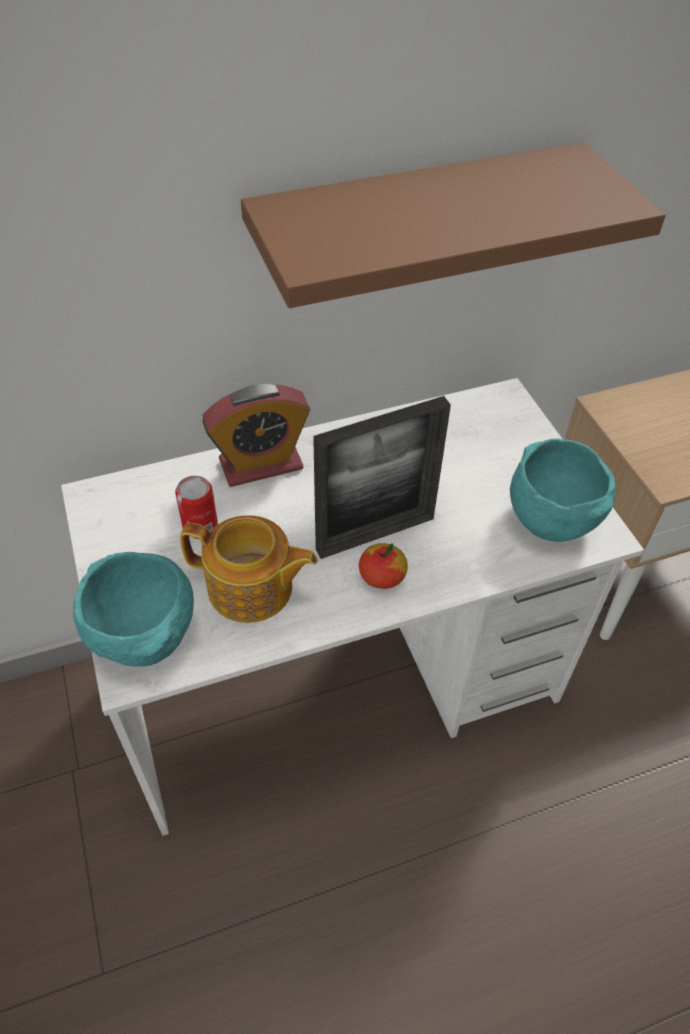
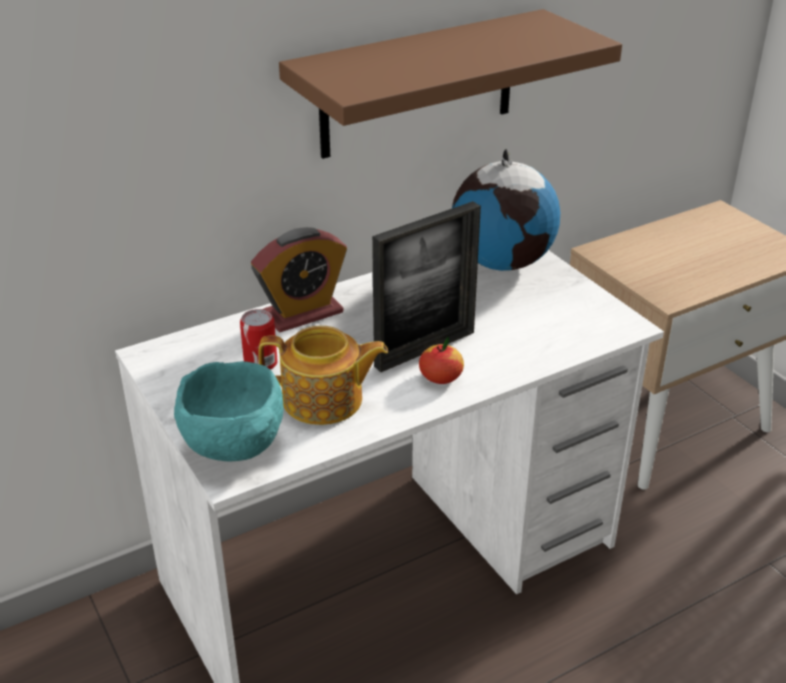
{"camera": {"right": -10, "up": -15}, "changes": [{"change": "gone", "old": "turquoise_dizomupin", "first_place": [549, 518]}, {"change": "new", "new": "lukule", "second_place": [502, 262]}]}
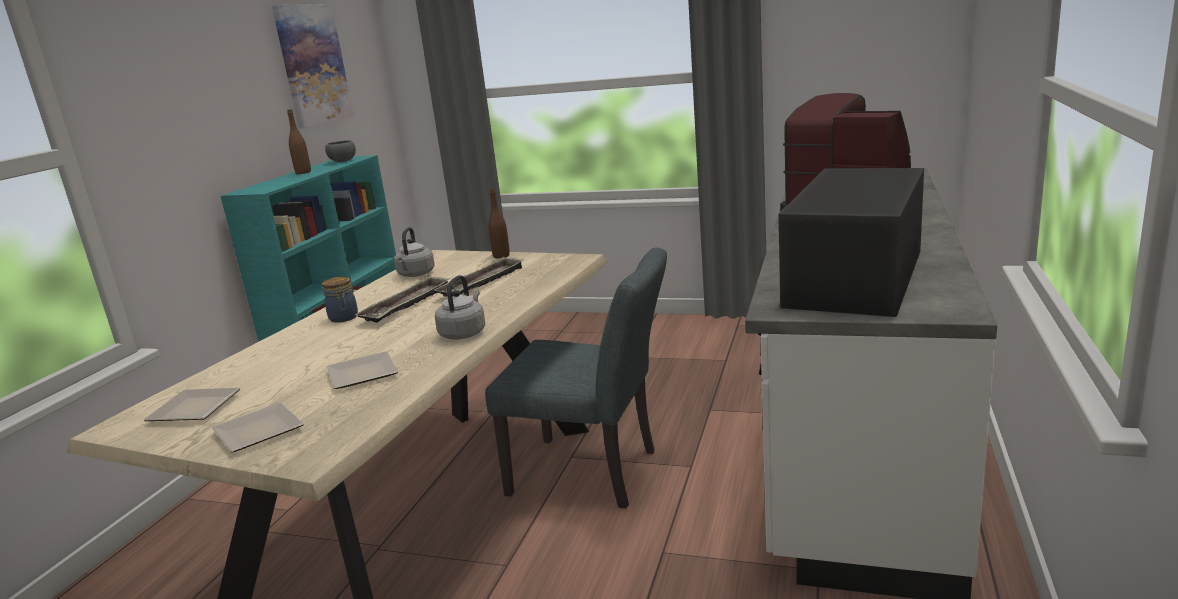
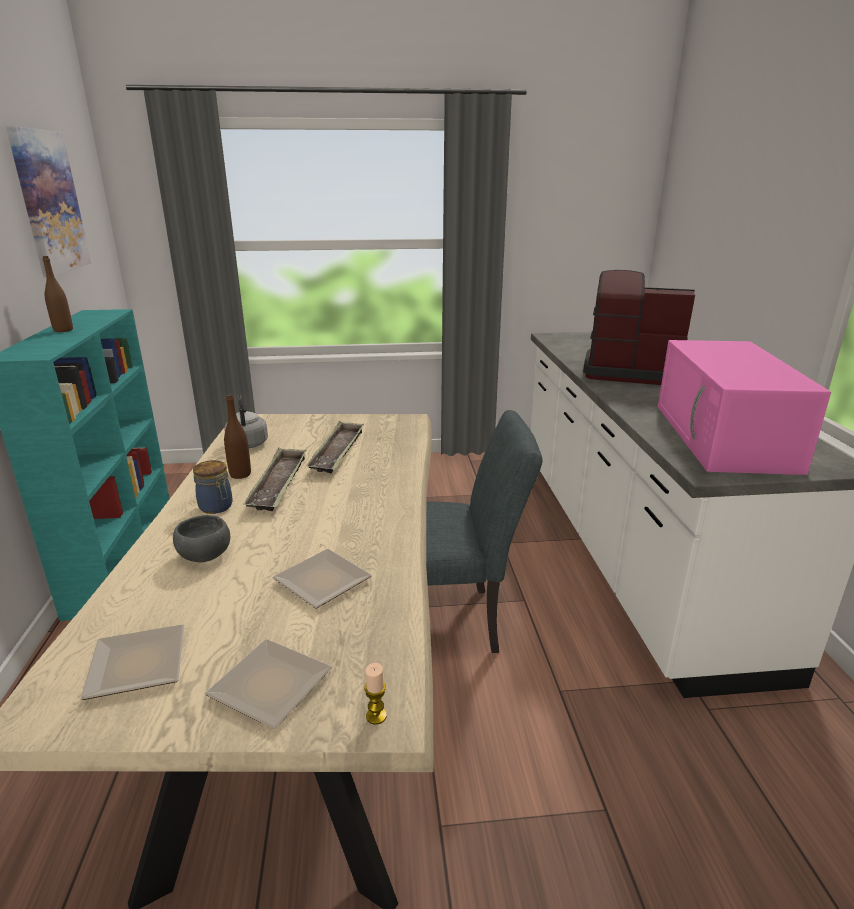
{"camera": {"right": -25, "up": 5}, "changes": [{"change": "gone", "old": "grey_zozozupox", "first_place": [464, 333]}, {"change": "new", "new": "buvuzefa", "second_place": [376, 716]}, {"change": "shifted", "old": "grey_dizomupin", "first_place": [342, 161], "second_place": [205, 557]}, {"change": "shifted", "old": "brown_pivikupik", "first_place": [501, 256], "second_place": [240, 474]}, {"change": "repainted", "old": "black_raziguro", "new": "pink_raziguro", "first_place": [855, 278], "second_place": [725, 437]}]}
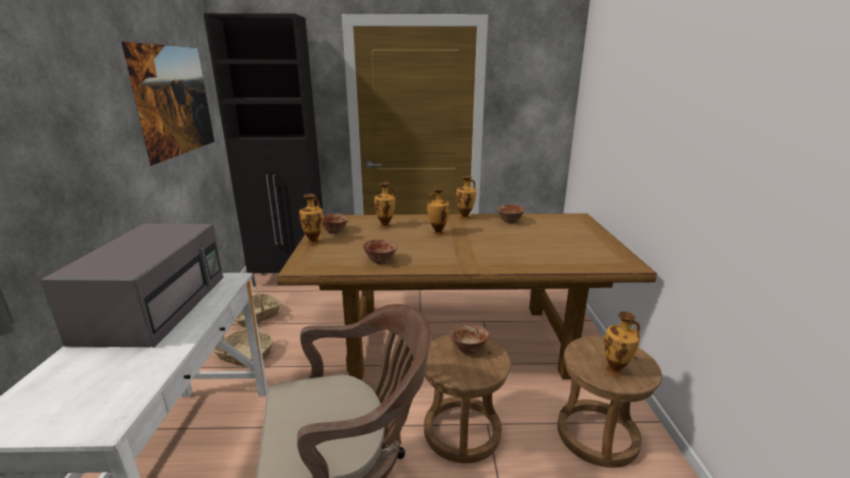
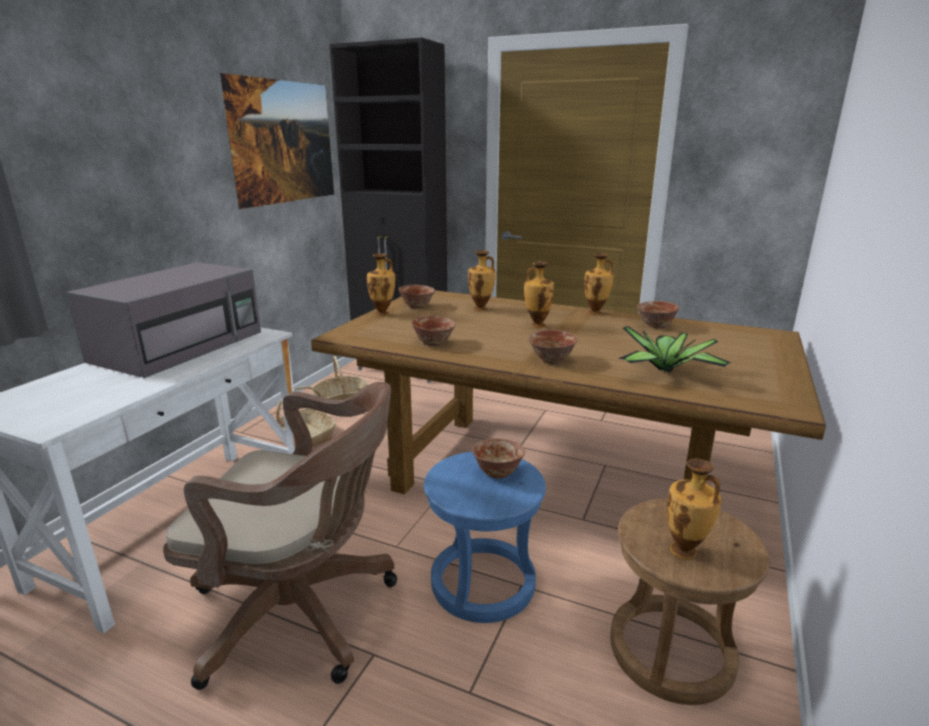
{"camera": {"right": 25, "up": 0}, "changes": [{"change": "new", "new": "dizomupin", "second_place": [552, 360]}, {"change": "new", "new": "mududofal", "second_place": [667, 371]}, {"change": "repainted", "old": "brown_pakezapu", "new": "blue_pakezapu", "first_place": [462, 432], "second_place": [482, 583]}]}
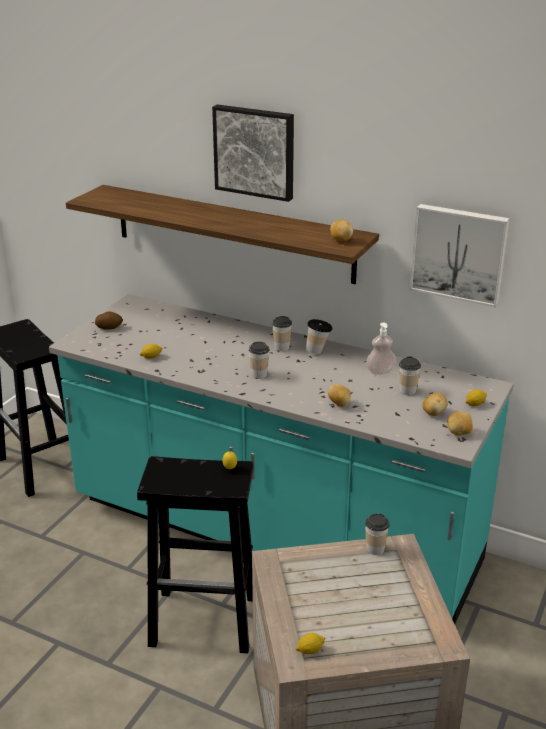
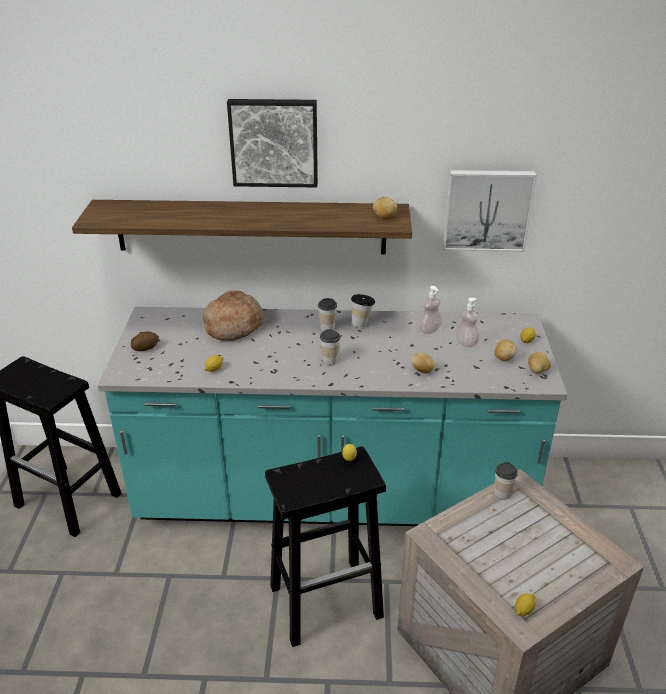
{"camera": {"right": -25, "up": 5}, "changes": [{"change": "new", "new": "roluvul", "second_place": [233, 326]}, {"change": "swapped", "old": "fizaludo", "new": "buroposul", "first_place": [407, 391], "second_place": [466, 342]}]}
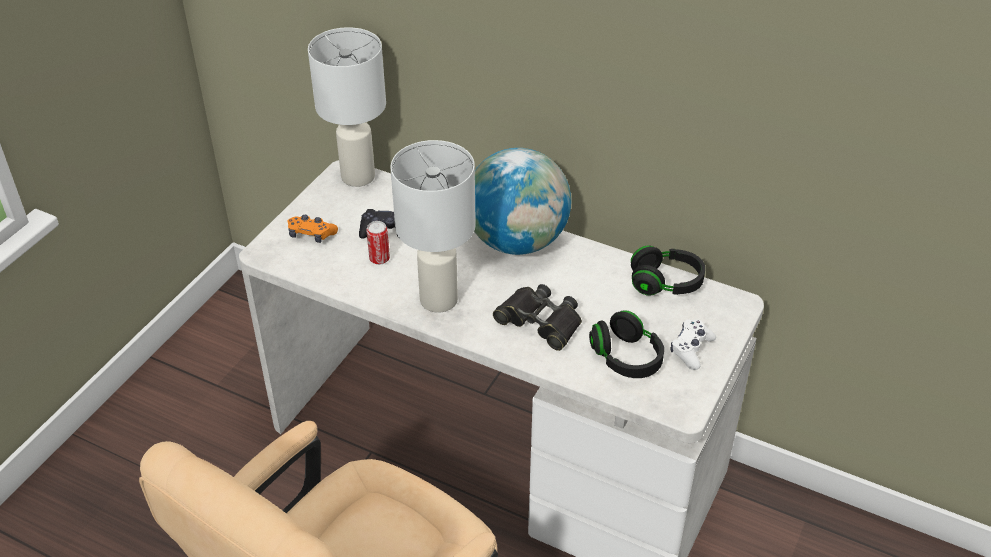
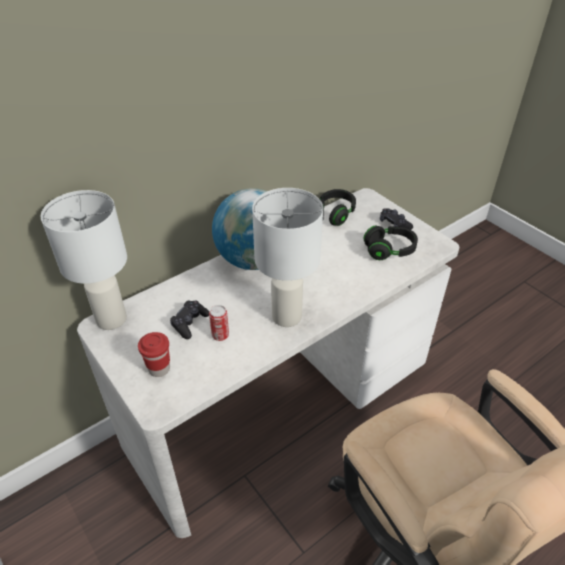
{"camera": {"right": -65, "up": 0}, "changes": [{"change": "gone", "old": "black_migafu", "first_place": [540, 321]}, {"change": "swapped", "old": "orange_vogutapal", "new": "red_fizaludo", "first_place": [311, 234], "second_place": [159, 369]}, {"change": "repainted", "old": "white_vogutapal", "new": "black_vogutapal", "first_place": [691, 349], "second_place": [394, 224]}]}
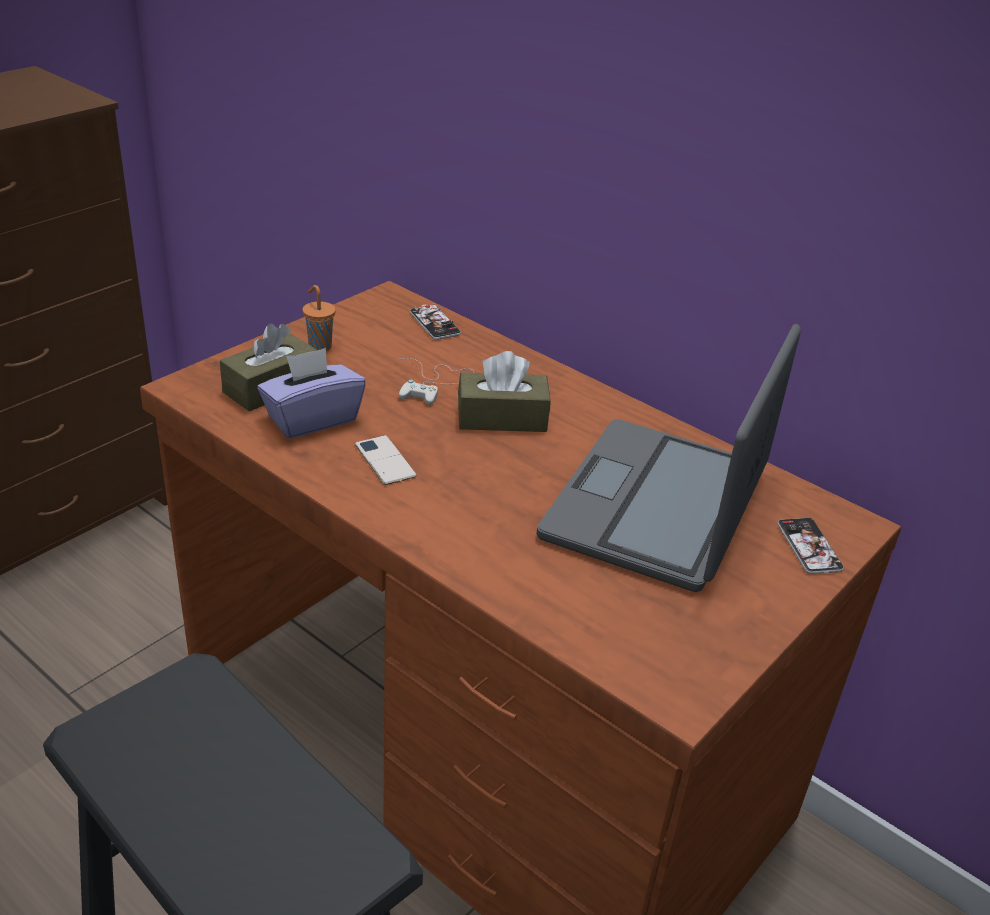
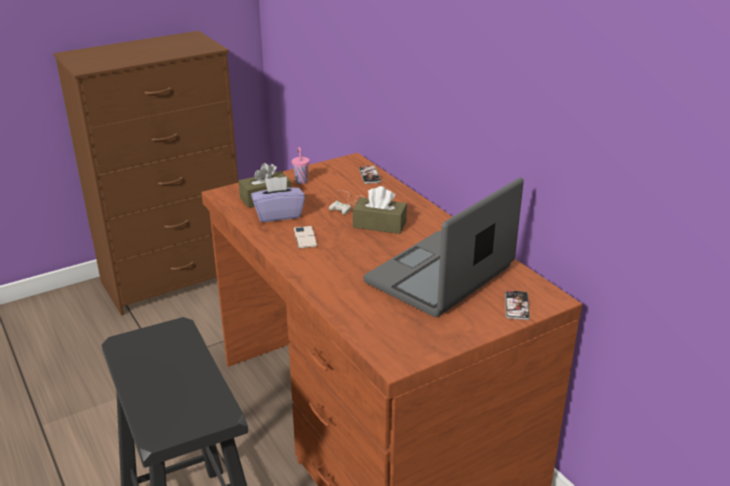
{"camera": {"right": 20, "up": -5}, "changes": [{"change": "repainted", "old": "orange_fizaludo", "new": "pink_fizaludo", "first_place": [319, 346], "second_place": [301, 181]}]}
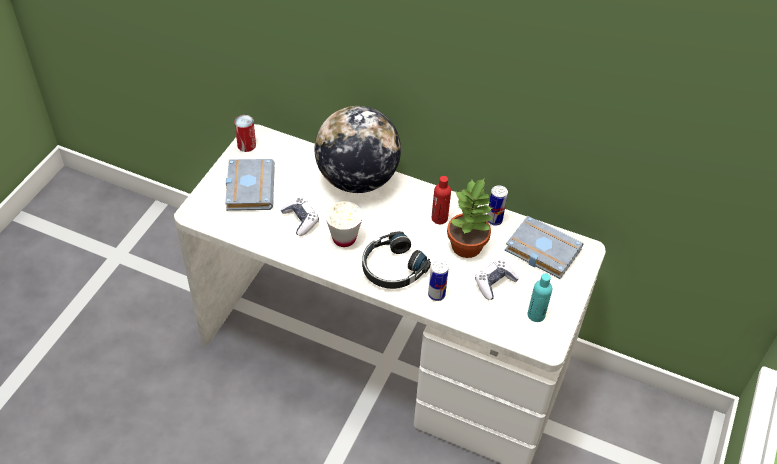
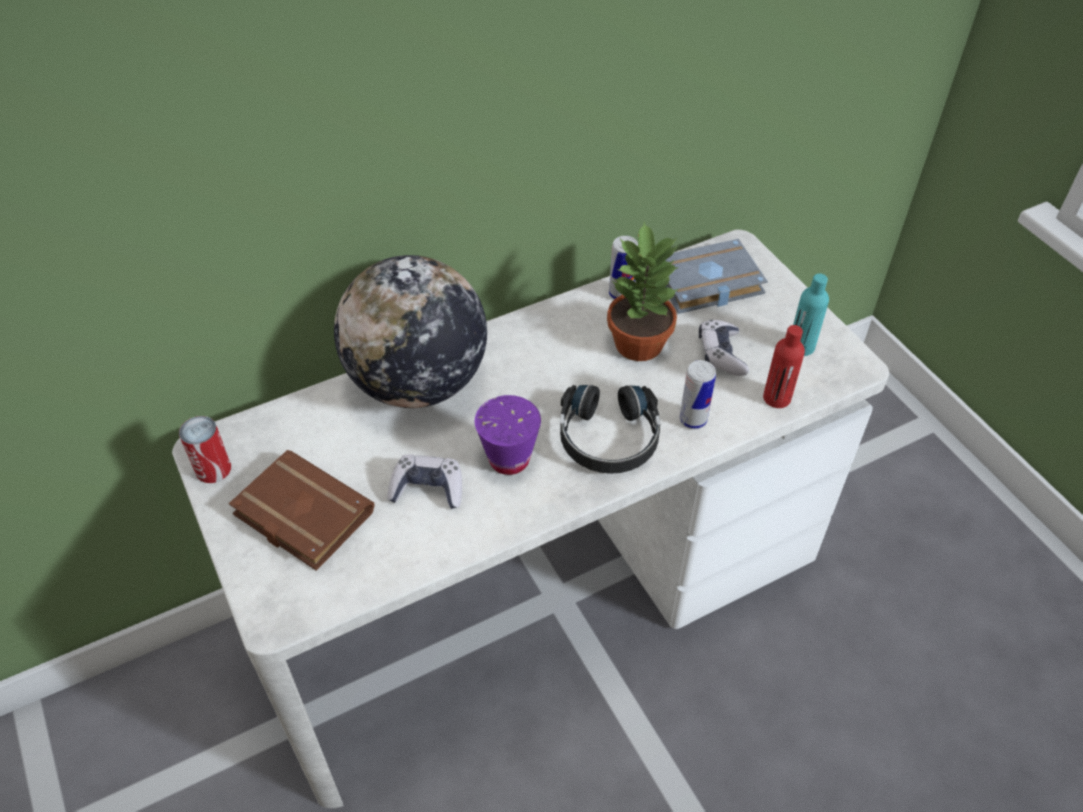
{"camera": {"right": -50, "up": 0}, "changes": [{"change": "shifted", "old": "red_pivikupik", "first_place": [439, 218], "second_place": [777, 398]}, {"change": "repainted", "old": "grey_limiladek", "new": "brown_limiladek", "first_place": [248, 187], "second_place": [299, 515]}, {"change": "repainted", "old": "white_fizaludo", "new": "purple_fizaludo", "first_place": [344, 238], "second_place": [509, 459]}]}
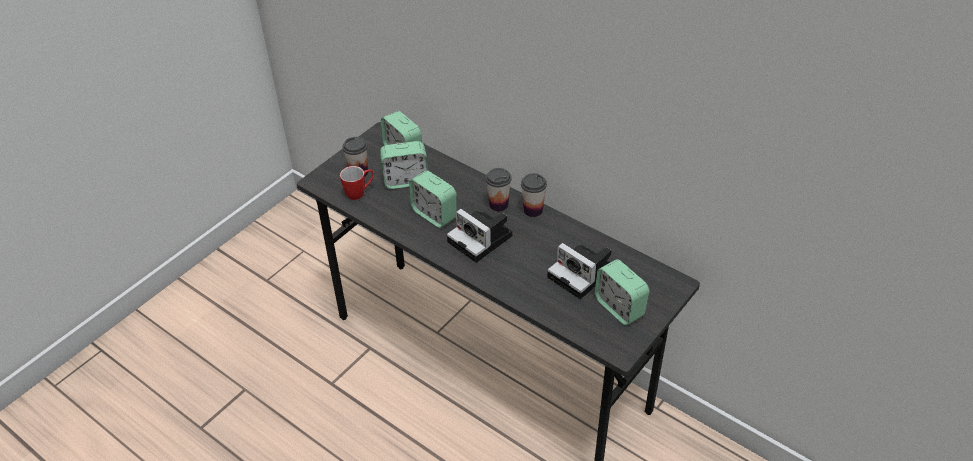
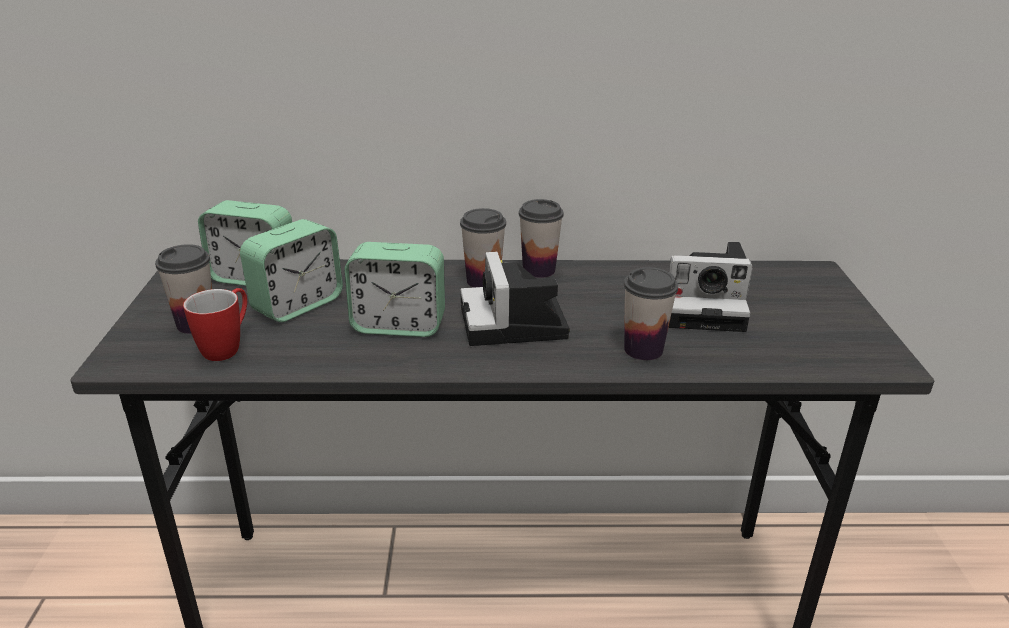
{"camera": {"right": -40, "up": -15}, "changes": [{"change": "gone", "old": "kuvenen", "first_place": [619, 307]}, {"change": "new", "new": "fizaludo", "second_place": [643, 349]}, {"change": "rotated", "old": "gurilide", "first_place": [482, 239], "second_place": [515, 325], "degrees": 75}]}
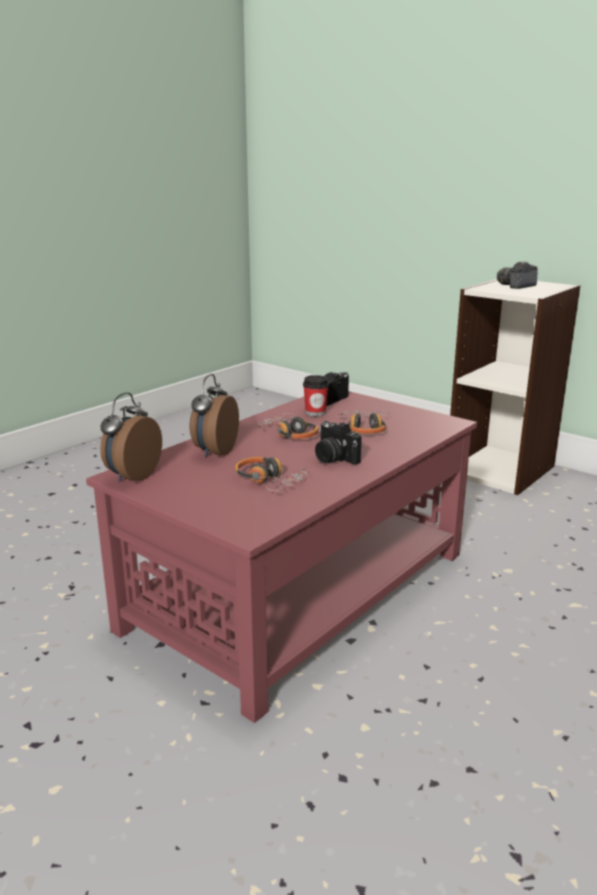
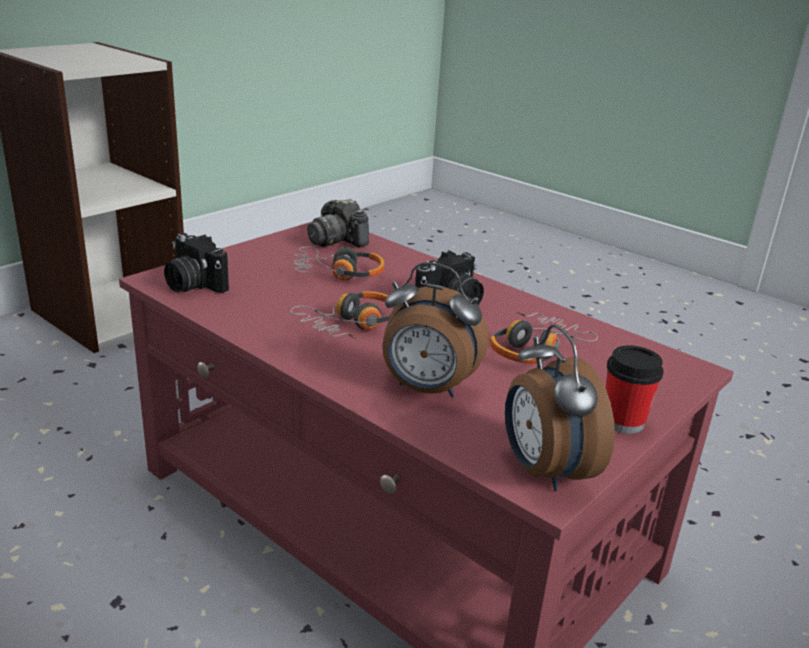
{"camera": {"right": -90, "up": 5}, "changes": [{"change": "shifted", "old": "fizaludo", "first_place": [315, 413], "second_place": [623, 422]}, {"change": "shifted", "old": "gurilide", "first_place": [516, 286], "second_place": [337, 240]}, {"change": "rotated", "old": "kuvenen", "first_place": [132, 476], "second_place": [543, 470], "degrees": 45}]}
